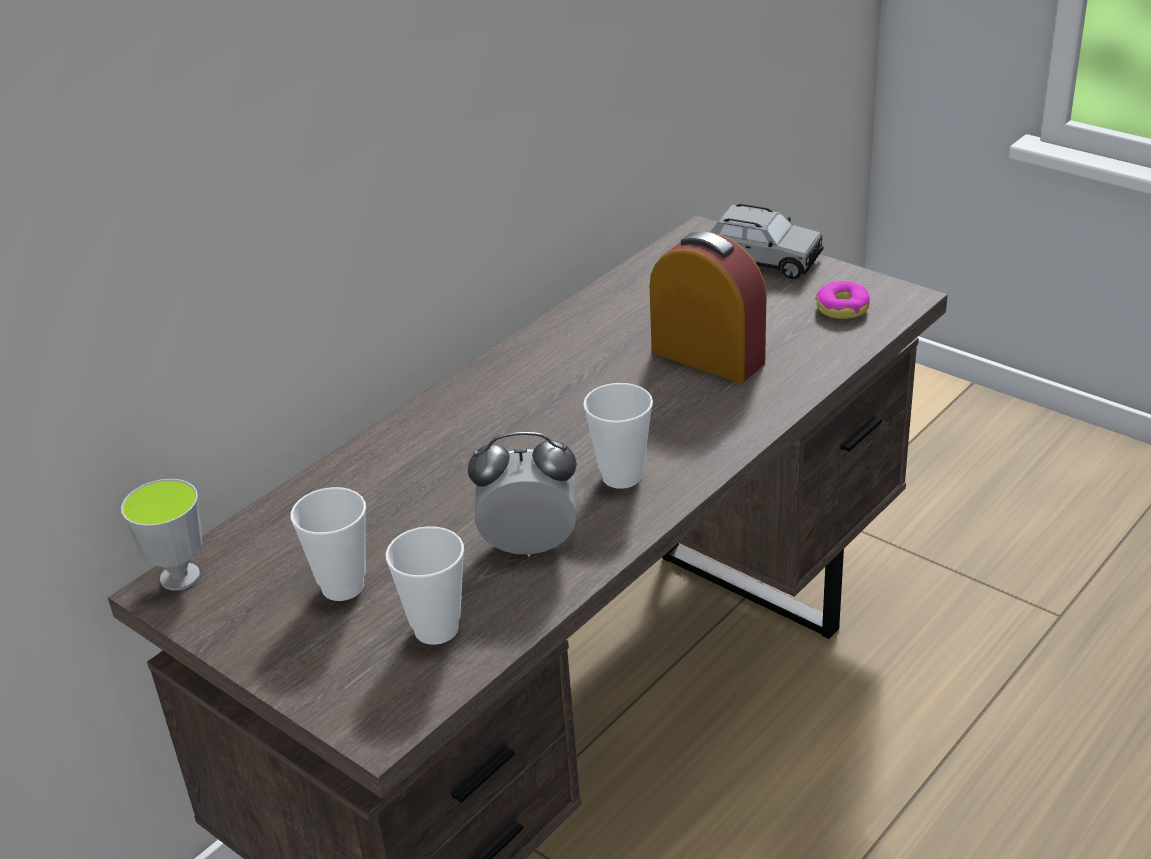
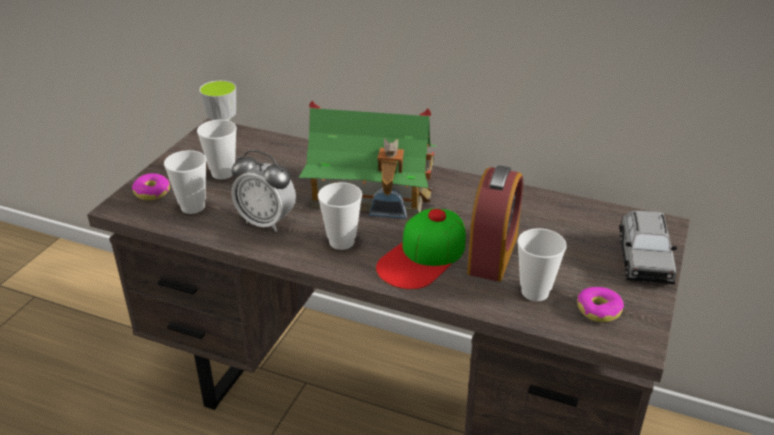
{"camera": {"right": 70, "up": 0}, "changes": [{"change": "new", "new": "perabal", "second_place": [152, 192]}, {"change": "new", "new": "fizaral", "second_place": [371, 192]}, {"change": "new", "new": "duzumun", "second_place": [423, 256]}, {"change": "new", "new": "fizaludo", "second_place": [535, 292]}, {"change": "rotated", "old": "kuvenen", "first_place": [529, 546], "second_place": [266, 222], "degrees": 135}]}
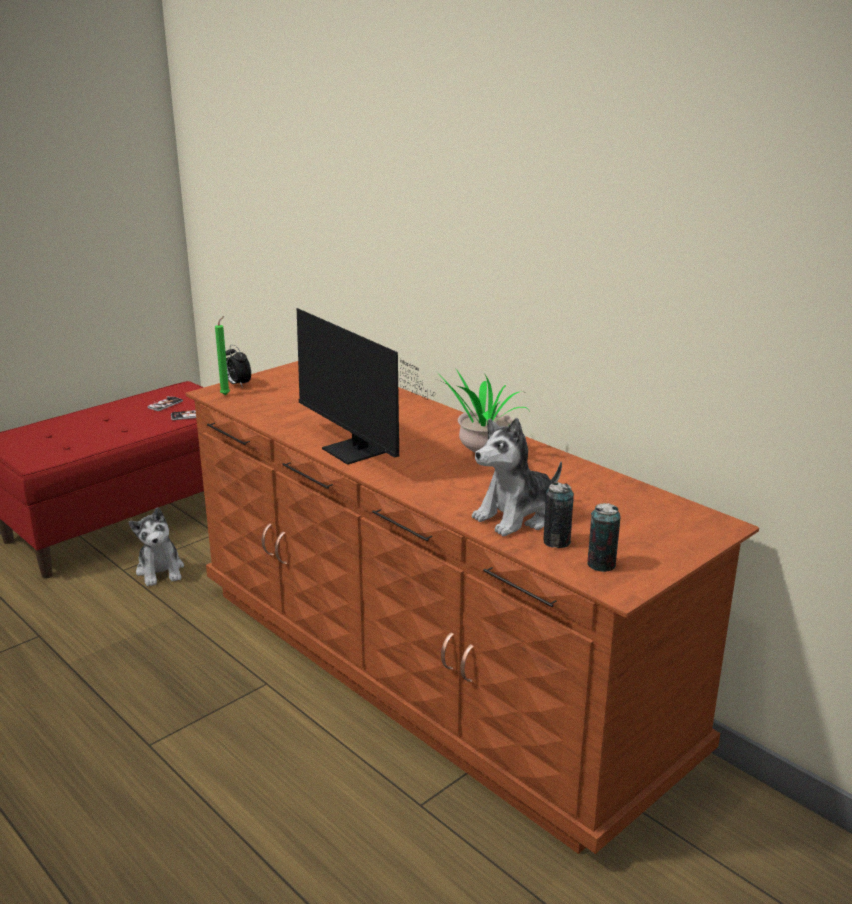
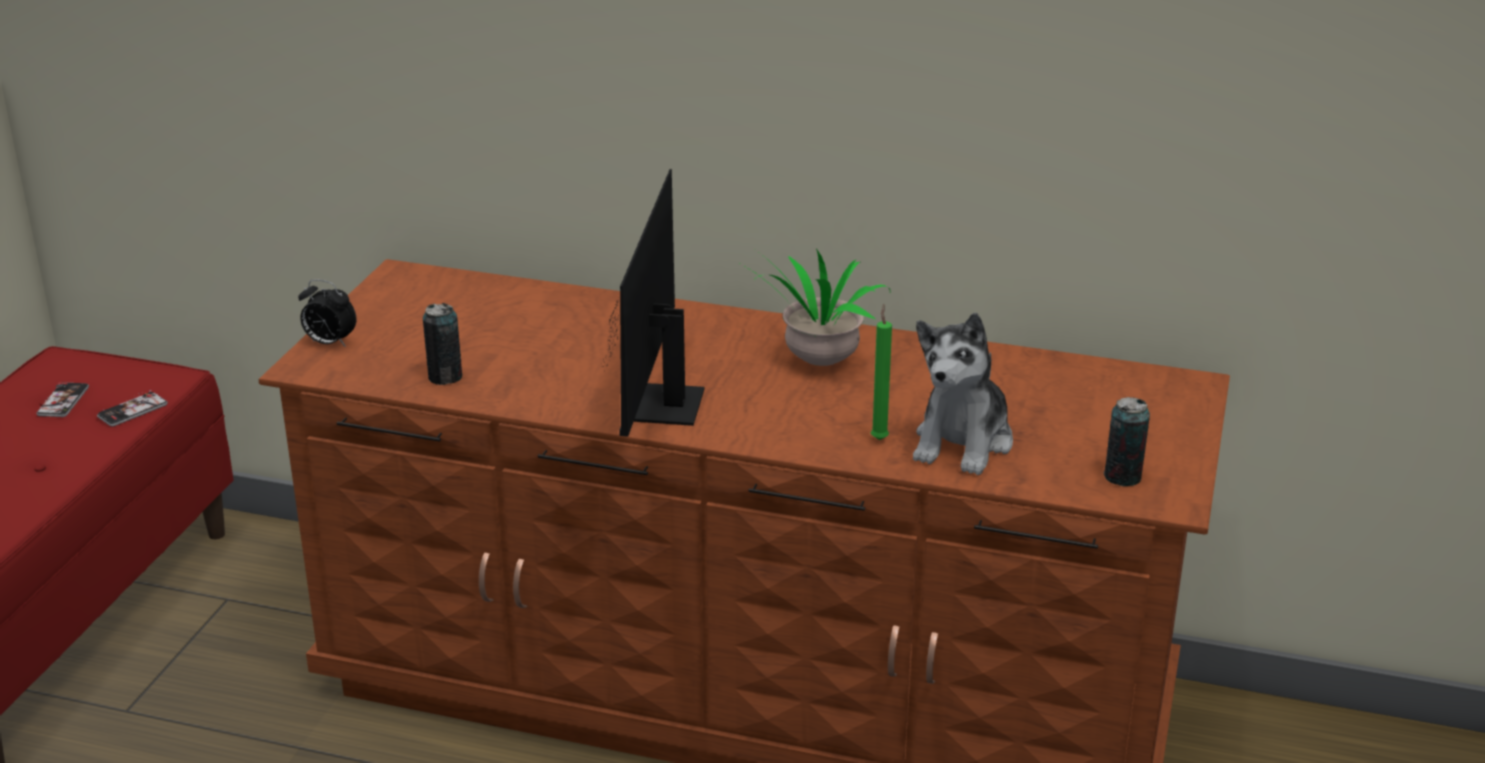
{"camera": {"right": -30, "up": 5}, "changes": [{"change": "gone", "old": "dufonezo", "first_place": [160, 570]}, {"change": "shifted", "old": "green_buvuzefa", "first_place": [226, 394], "second_place": [879, 438]}, {"change": "shifted", "old": "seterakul", "first_place": [556, 542], "second_place": [445, 377]}, {"change": "rotated", "old": "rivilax", "first_place": [357, 454], "second_place": [657, 411], "degrees": 75}]}
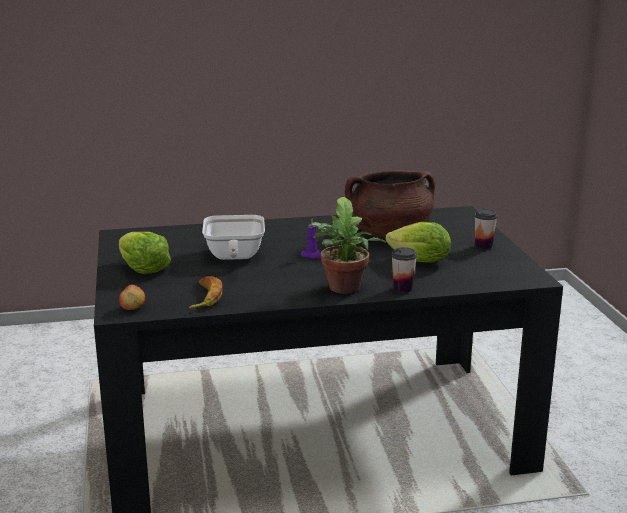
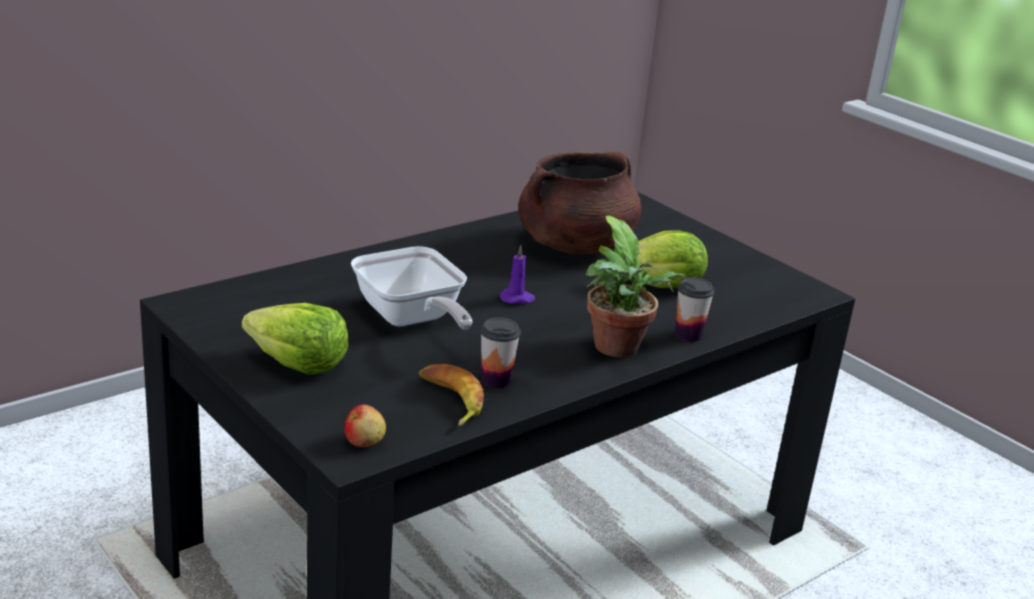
{"camera": {"right": -30, "up": 5}, "changes": [{"change": "shifted", "old": "fizaludo", "first_place": [483, 246], "second_place": [496, 380]}]}
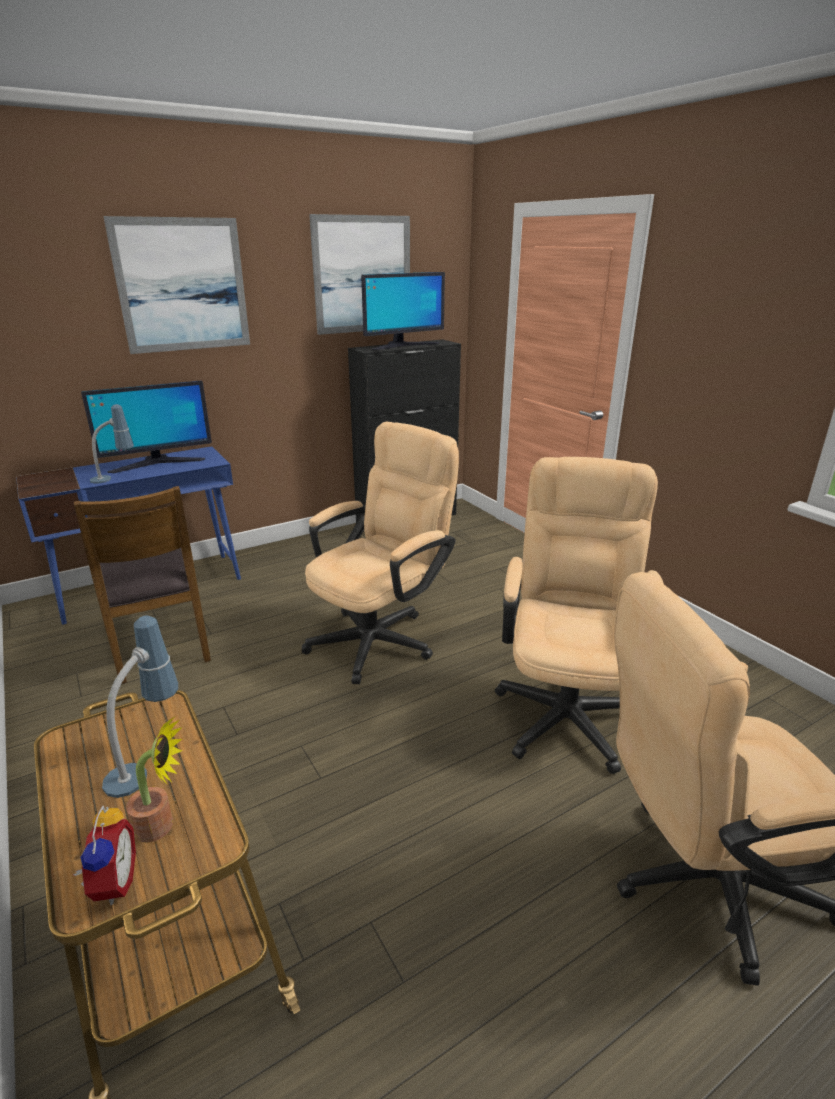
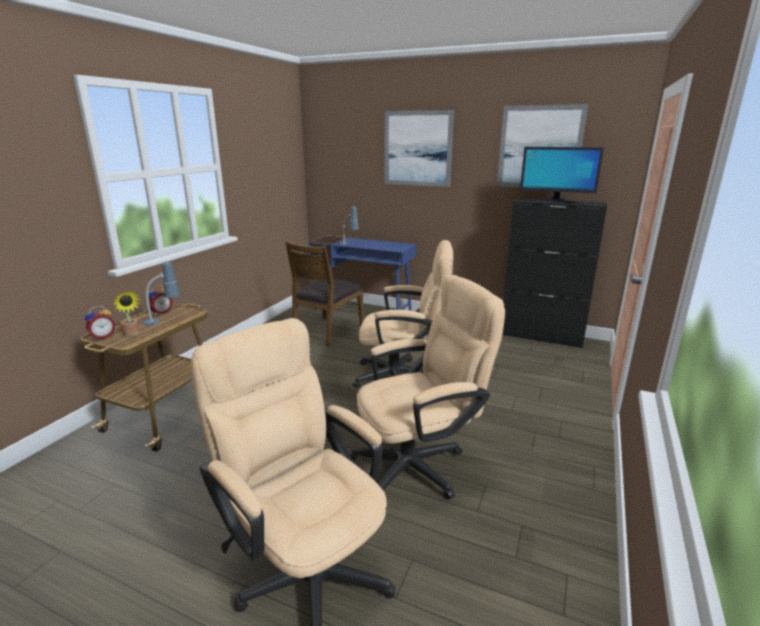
{"camera": {"right": 55, "up": -5}, "changes": [{"change": "gone", "old": "rivilax", "first_place": [157, 463]}, {"change": "new", "new": "kuvenen", "second_place": [161, 312]}]}
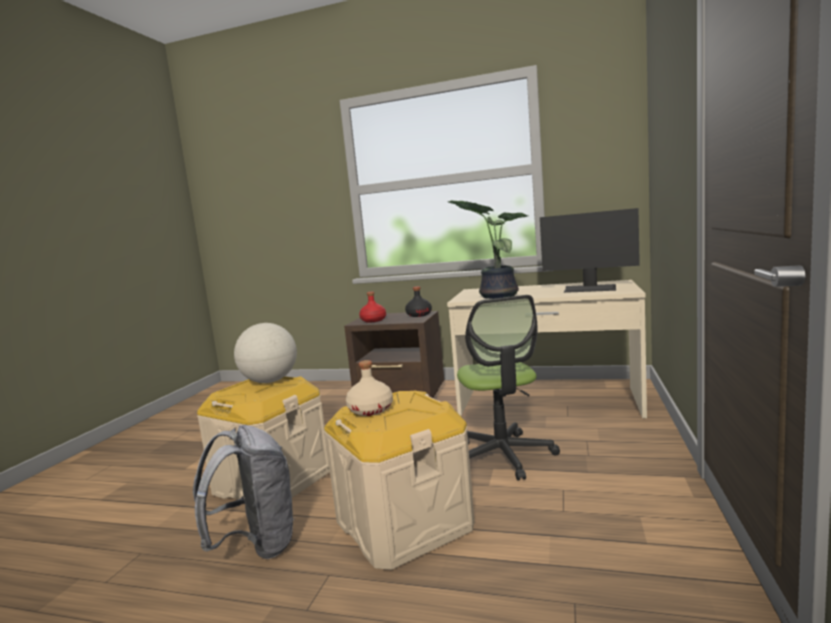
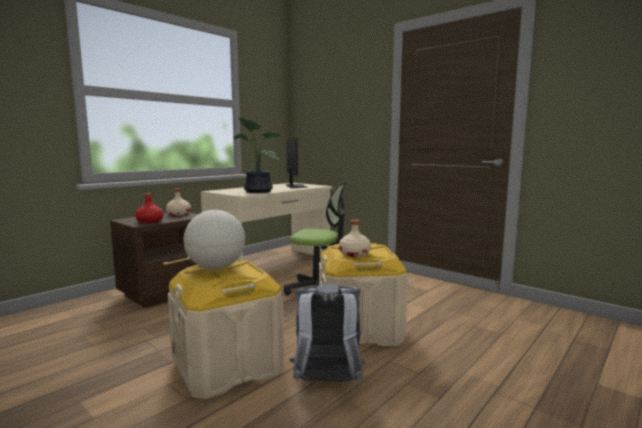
{"camera": {"right": -65, "up": 0}, "changes": [{"change": "repainted", "old": "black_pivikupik", "new": "beige_pivikupik", "first_place": [419, 315], "second_place": [178, 214]}, {"change": "rotated", "old": "rivilax", "first_place": [590, 289], "second_place": [296, 186], "degrees": -60}]}
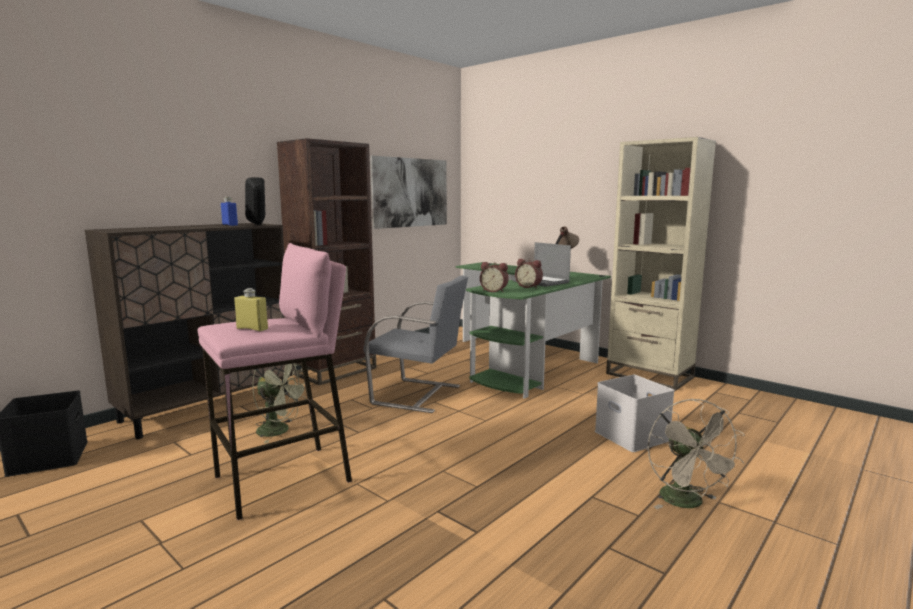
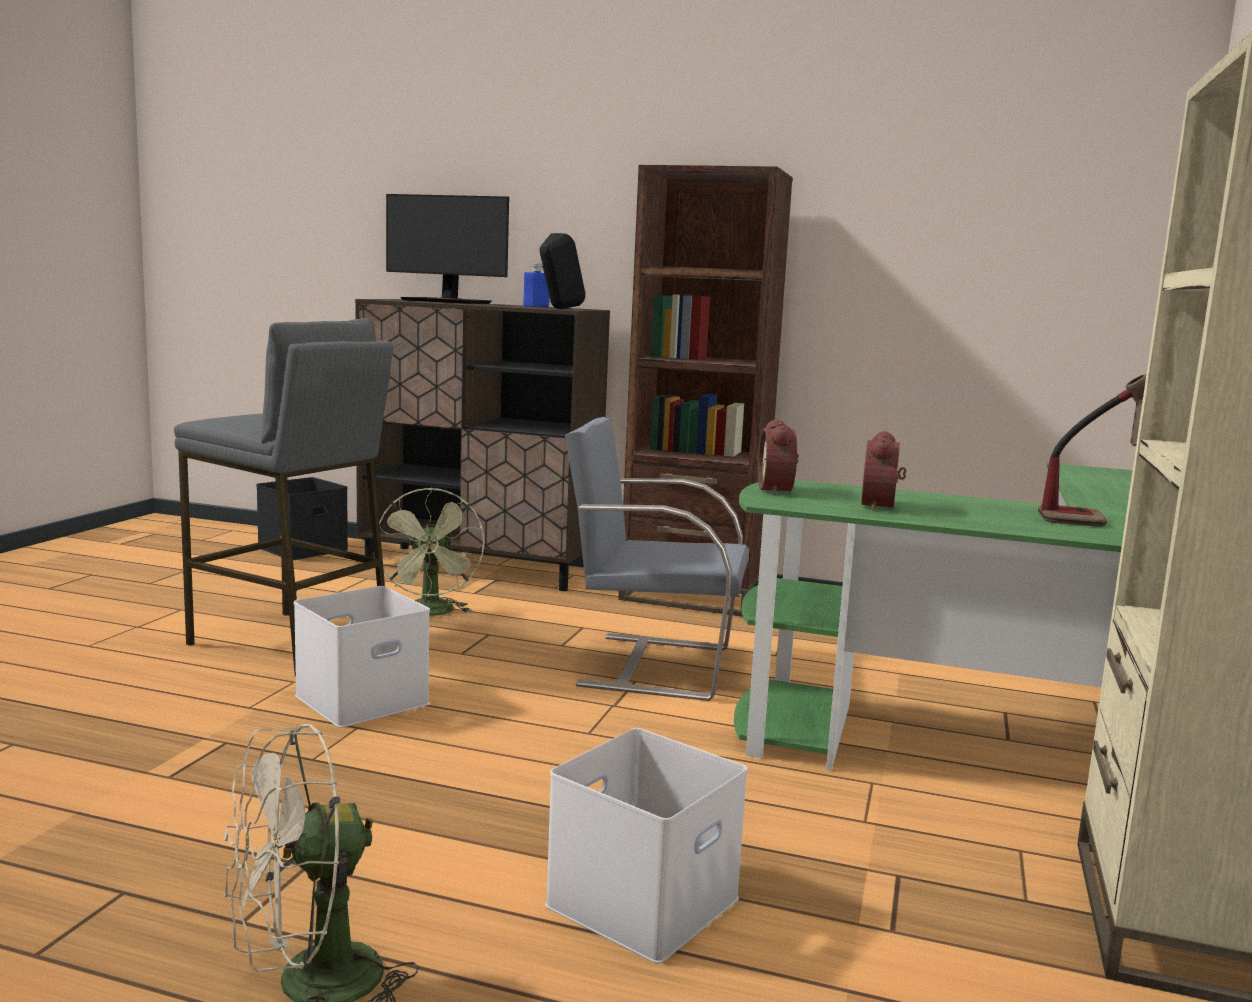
{"camera": {"right": 65, "up": 0}, "changes": [{"change": "gone", "old": "yellow_pivikupik", "first_place": [252, 329]}, {"change": "gone", "old": "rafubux", "first_place": [410, 192]}, {"change": "gone", "old": "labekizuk", "first_place": [541, 282]}, {"change": "new", "new": "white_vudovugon", "second_place": [363, 698]}, {"change": "new", "new": "rivilax", "second_place": [447, 301]}, {"change": "repainted", "old": "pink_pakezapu", "new": "grey_pakezapu", "first_place": [284, 479], "second_place": [290, 643]}, {"change": "rotated", "old": "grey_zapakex", "first_place": [418, 395], "second_place": [652, 665], "degrees": 105}]}
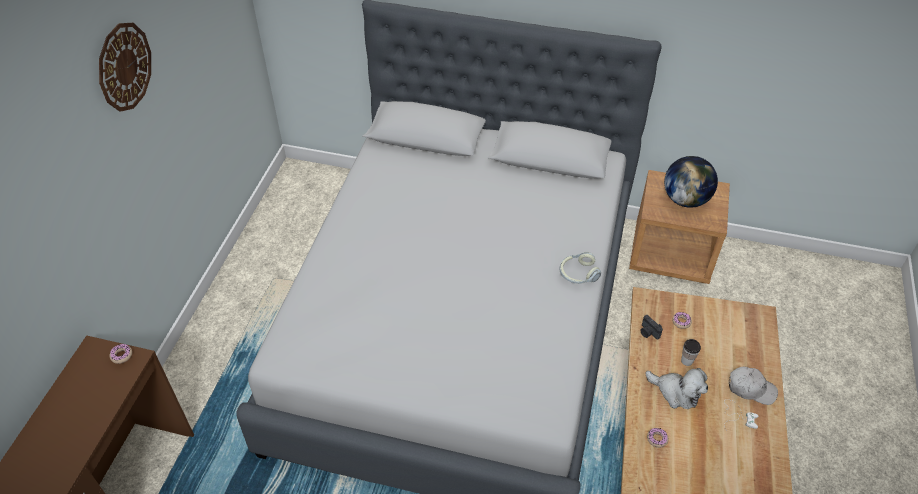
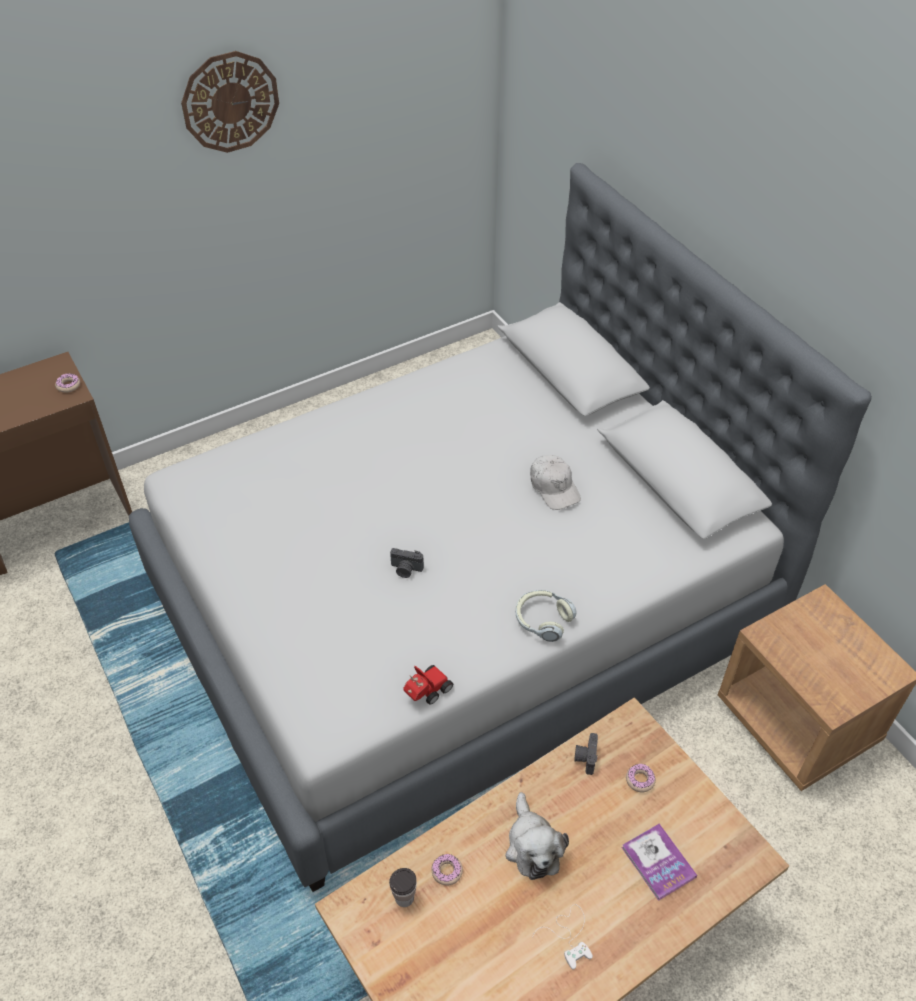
{"camera": {"right": 45, "up": 0}, "changes": [{"change": "gone", "old": "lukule", "first_place": [685, 199]}, {"change": "new", "new": "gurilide", "second_place": [406, 570]}, {"change": "new", "new": "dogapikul", "second_place": [426, 692]}, {"change": "new", "new": "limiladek", "second_place": [658, 862]}, {"change": "shifted", "old": "fizaludo", "first_place": [687, 361], "second_place": [404, 897]}, {"change": "shifted", "old": "white_duzumun", "first_place": [751, 388], "second_place": [554, 487]}]}
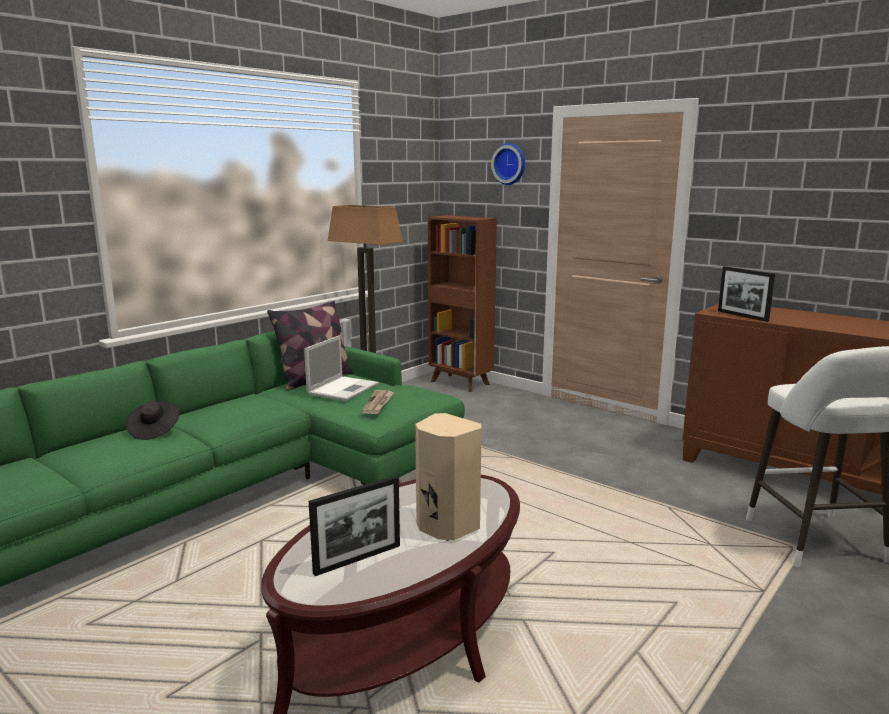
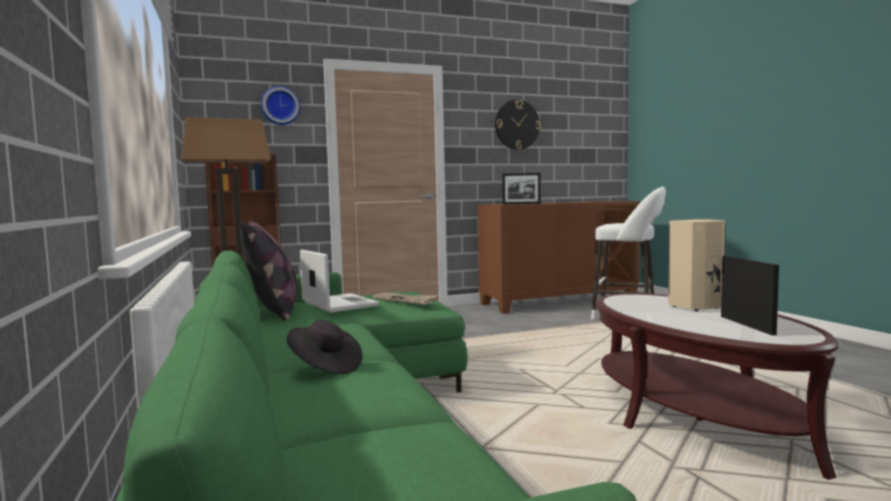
{"camera": {"right": -60, "up": -10}, "changes": [{"change": "new", "new": "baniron", "second_place": [517, 125]}]}
